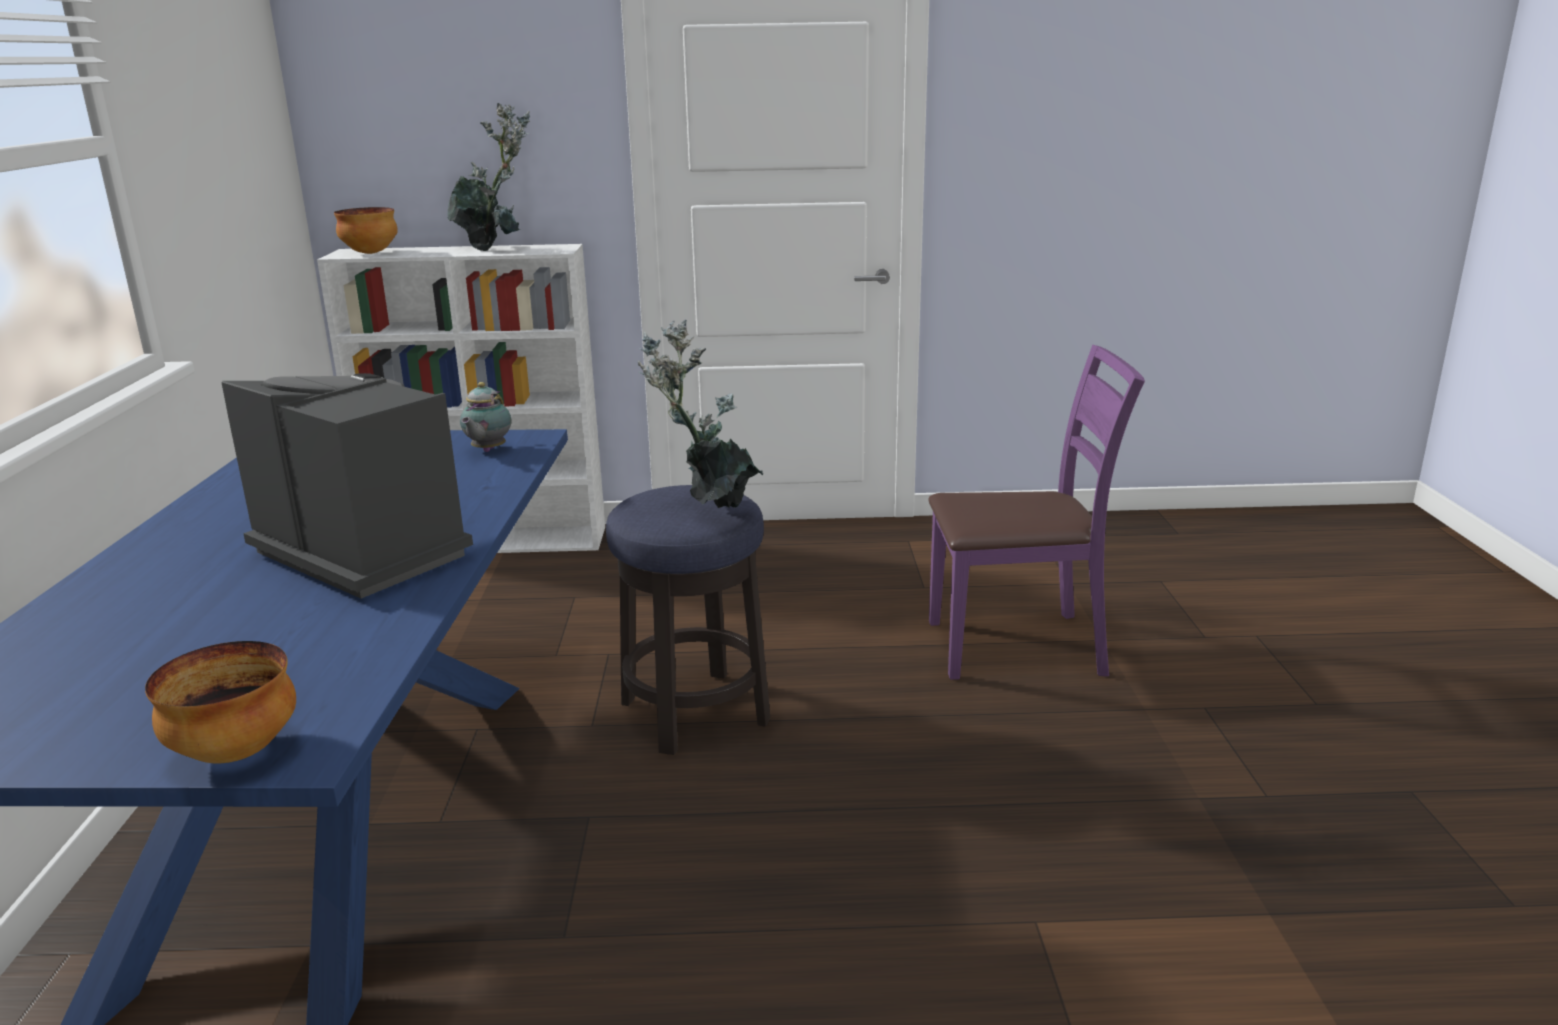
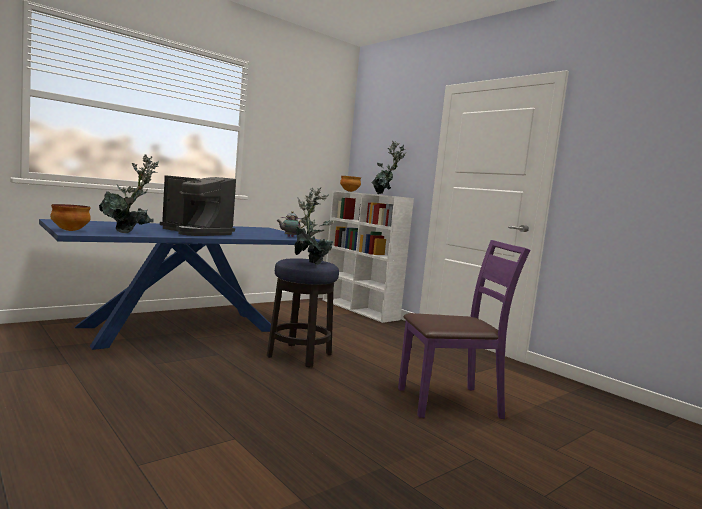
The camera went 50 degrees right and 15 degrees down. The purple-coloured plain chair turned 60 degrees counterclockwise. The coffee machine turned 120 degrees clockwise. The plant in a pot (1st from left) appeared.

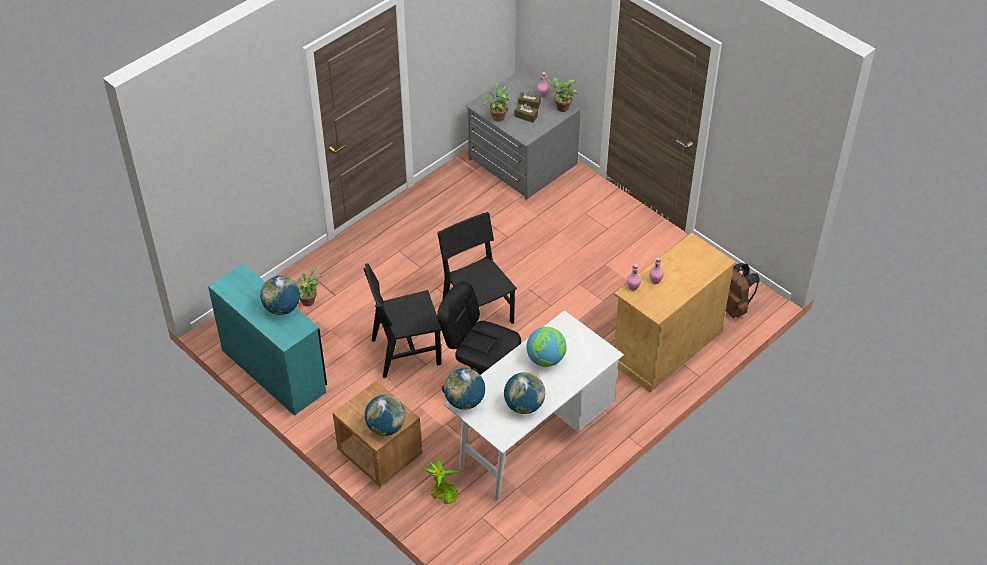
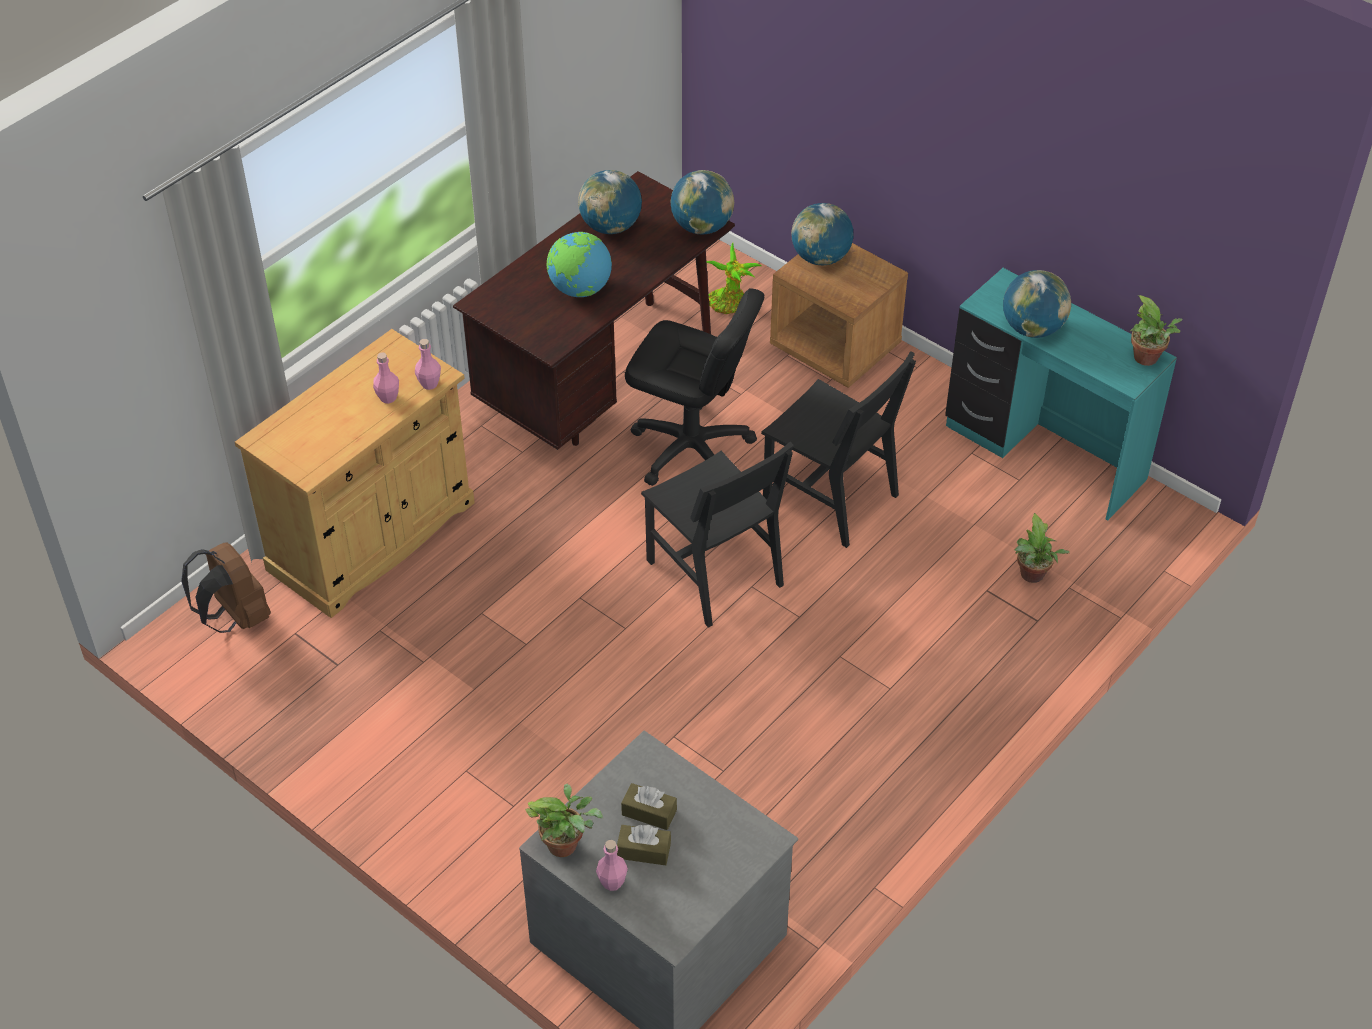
The camera went 175 degrees right and 0 degrees up. The plant in a pot (3rd from left in the first image) moved. The black-coloured plain chair (1st from left in the first image) turned 60 degrees clockwise. The white desk table became the brown desk table.

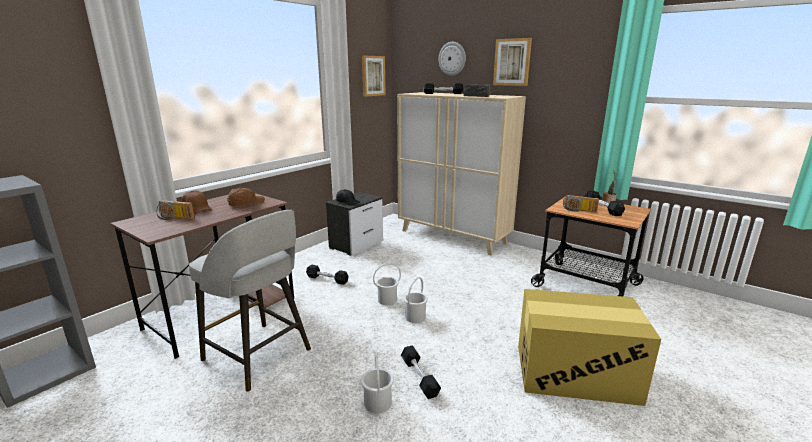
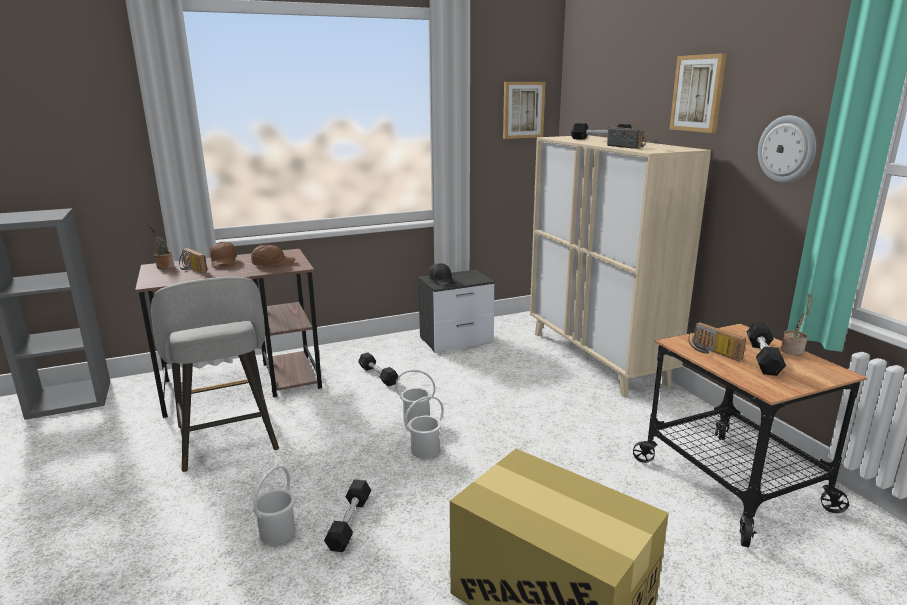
The camera went 30 degrees right and 0 degrees up. The hanging clock moved. The plant in a pot (1st from left) appeared.

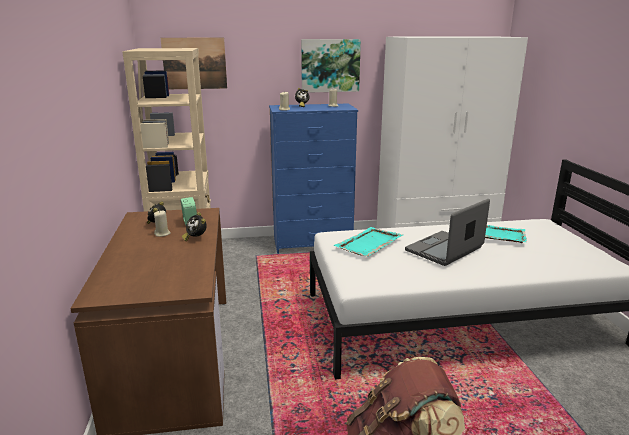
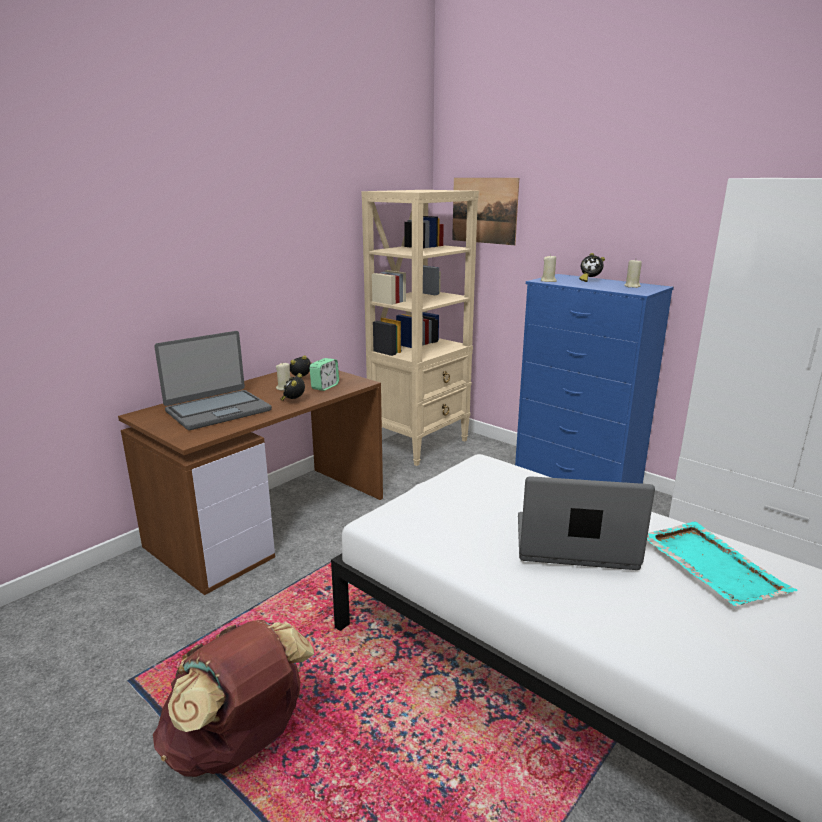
The camera went 50 degrees right and 0 degrees up. The picture (2nd from left) disappeared. The blue-green serving tray (1st from left) disappeared. The portable computer (1st from left) appeared.

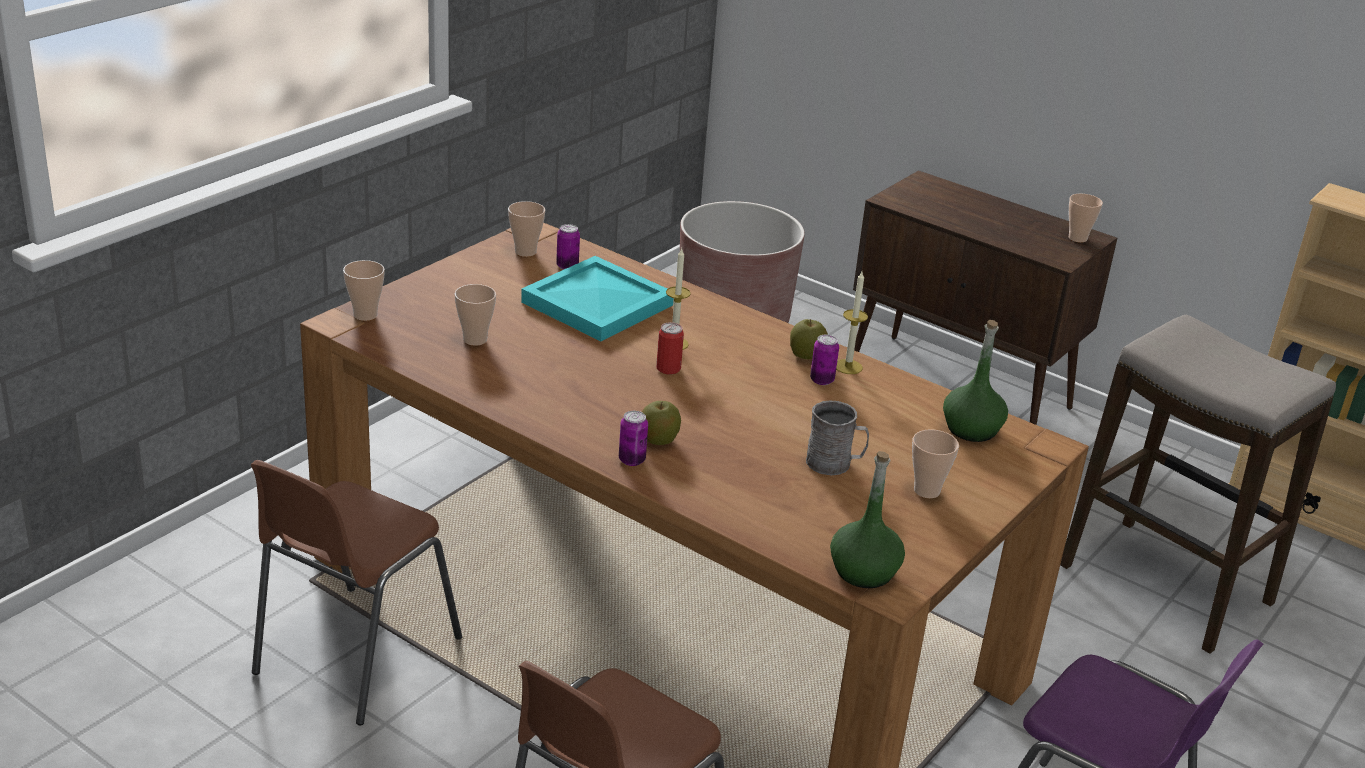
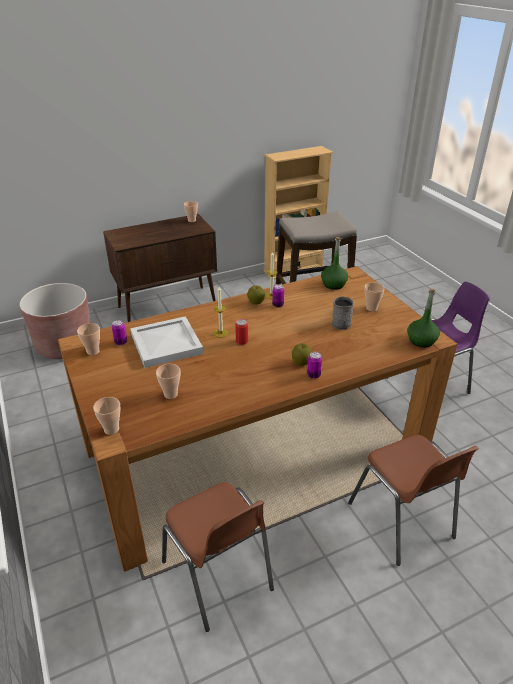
The camera went 60 degrees left and 5 degrees up. The blue-green serving tray became the white serving tray.

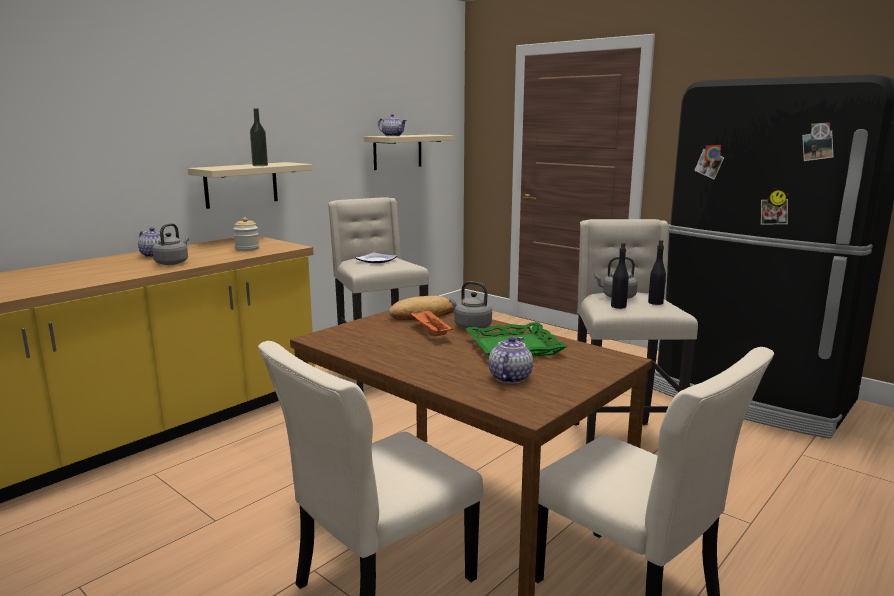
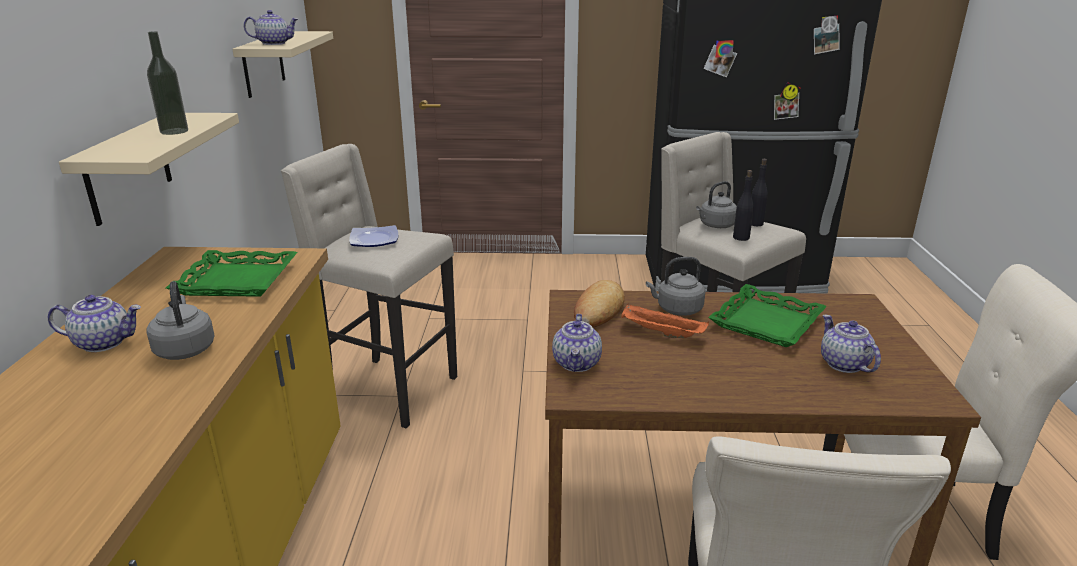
The camera went 40 degrees left and 10 degrees up. The preserve jar was replaced by the green serving tray (1st from left). The pot for tea (3rd from left) appeared.

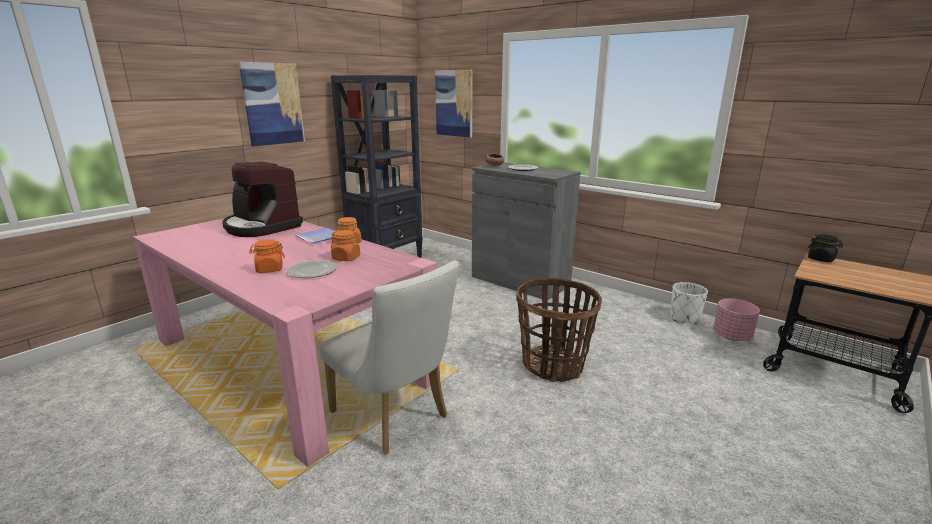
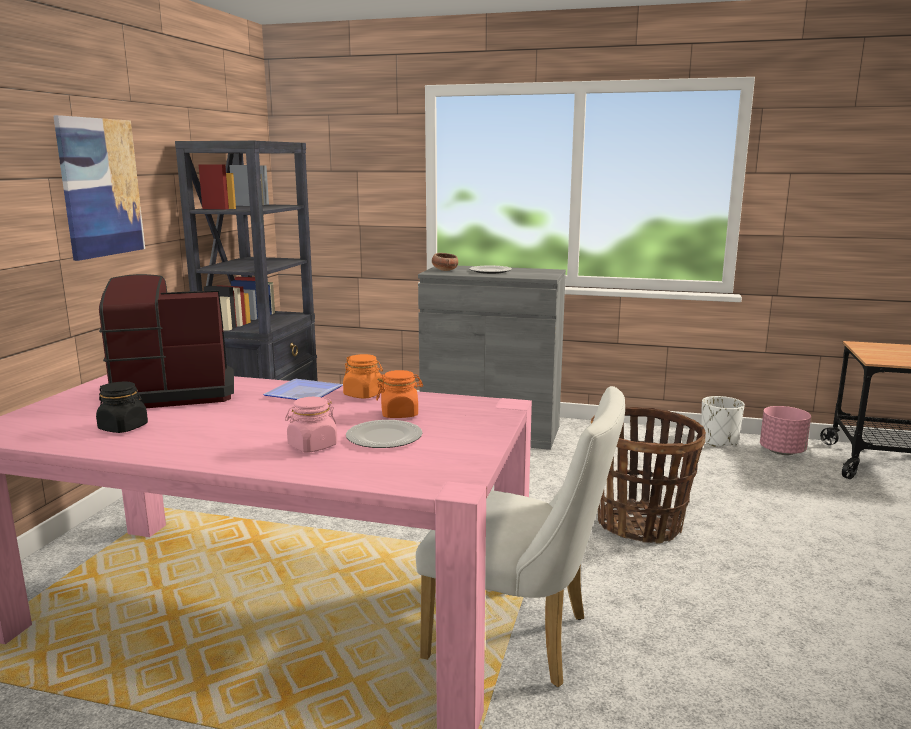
The camera went 25 degrees left and 5 degrees down. The picture (2nd from left) disappeared. The coffee machine turned 150 degrees clockwise. The black-coloured preserve jar moved. The orangey preserve jar (1st from left) became the pink preserve jar.

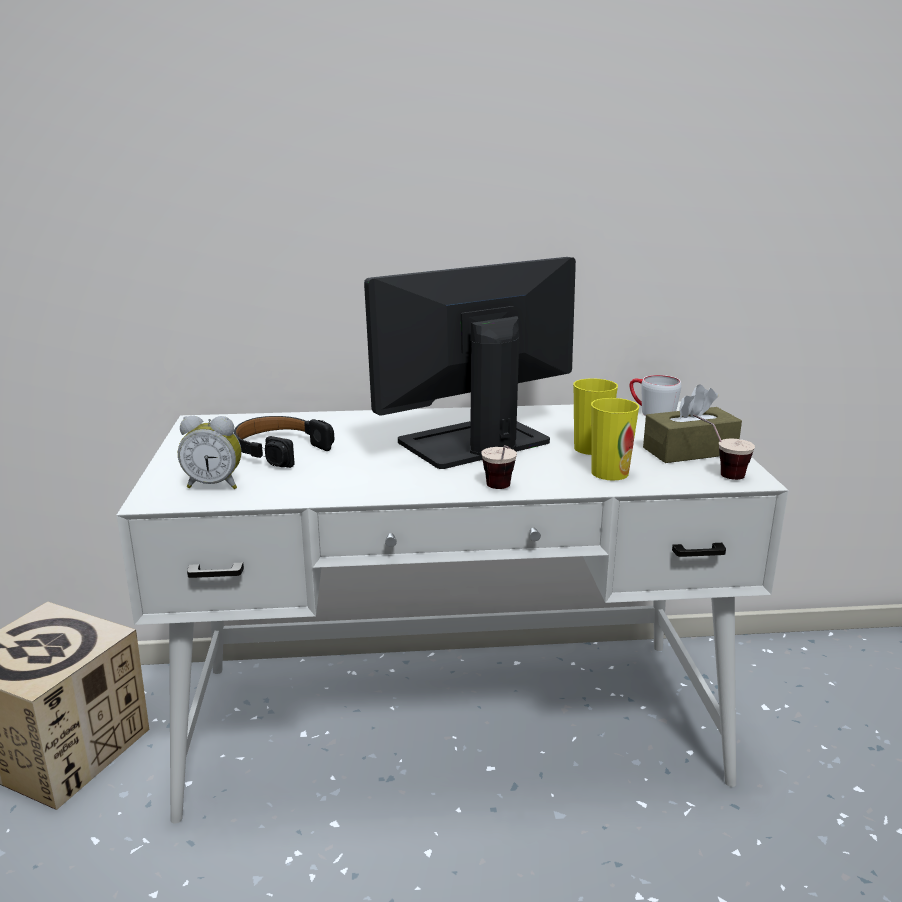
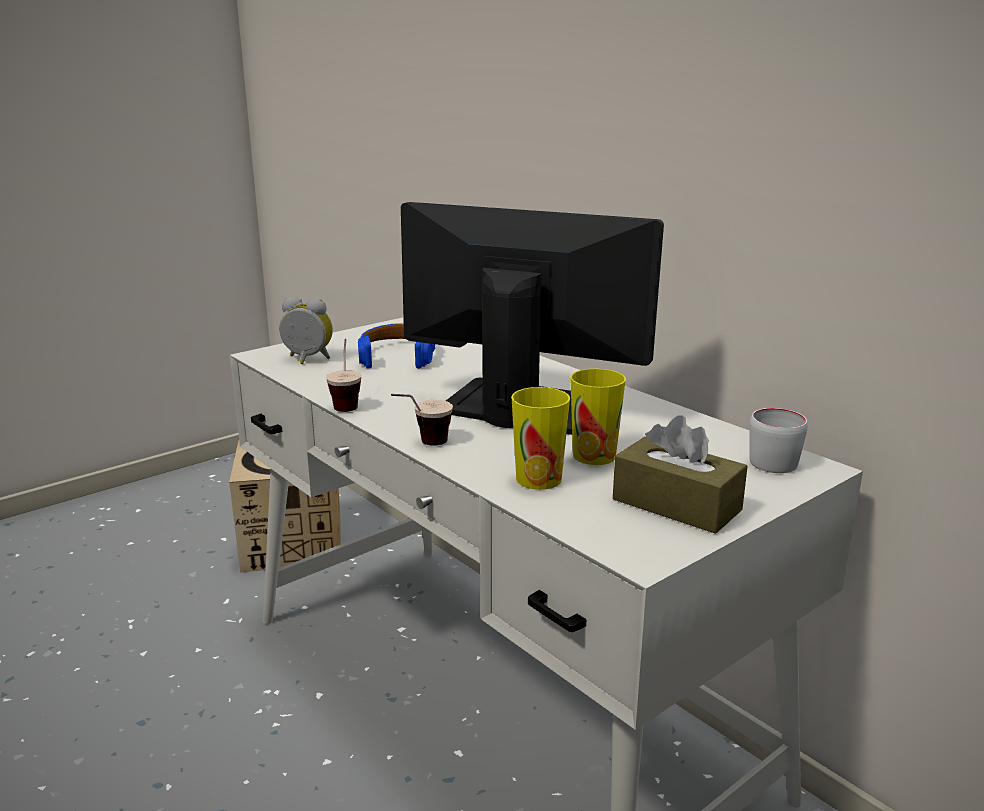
The camera went 55 degrees right and 0 degrees up. The cup (4th from left in the first image) moved. The table clock turned 135 degrees clockwise. The black-coloured pair of headphones became the blue-coloured pair of headphones.

